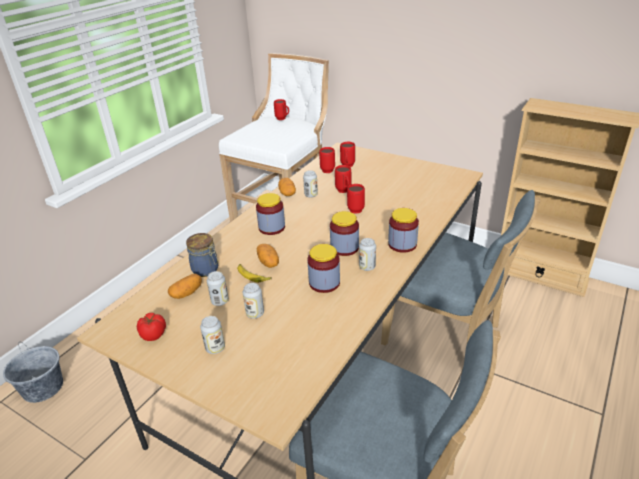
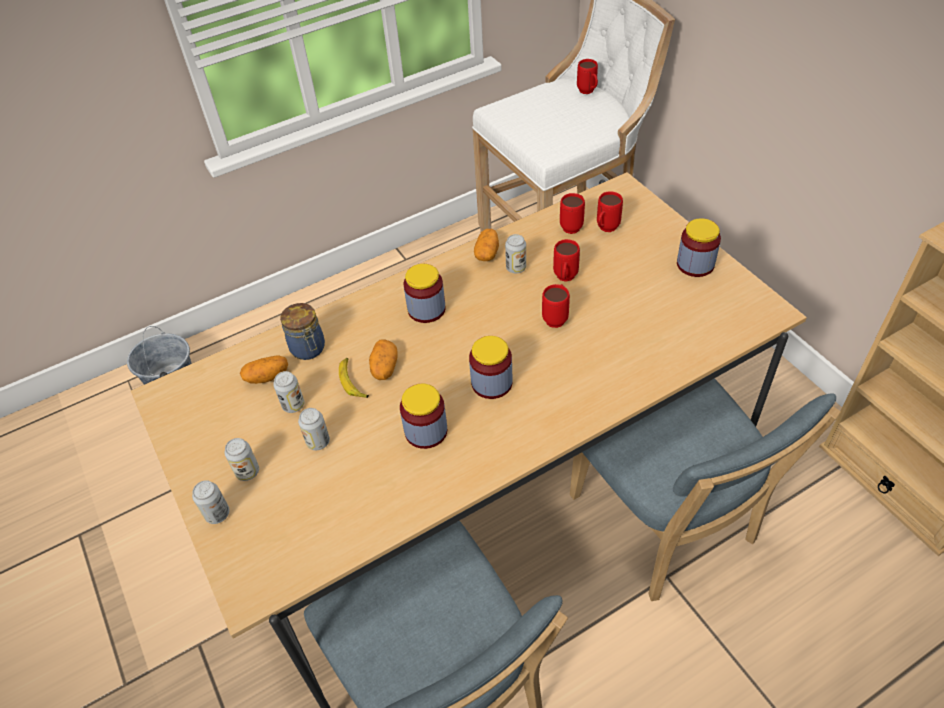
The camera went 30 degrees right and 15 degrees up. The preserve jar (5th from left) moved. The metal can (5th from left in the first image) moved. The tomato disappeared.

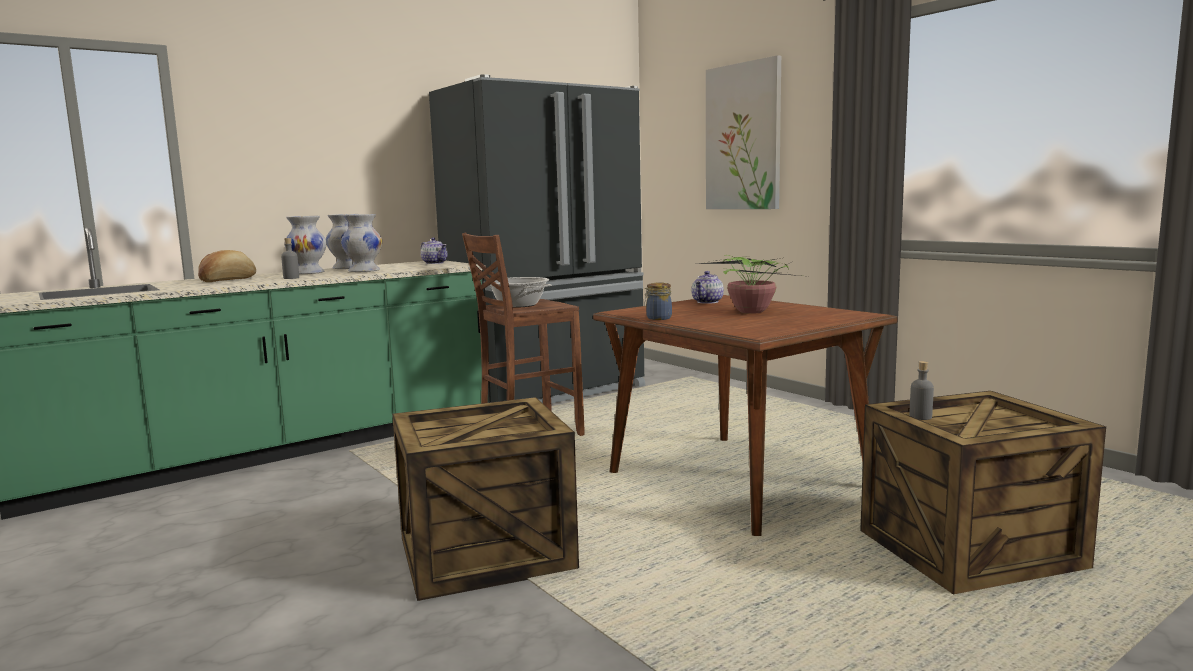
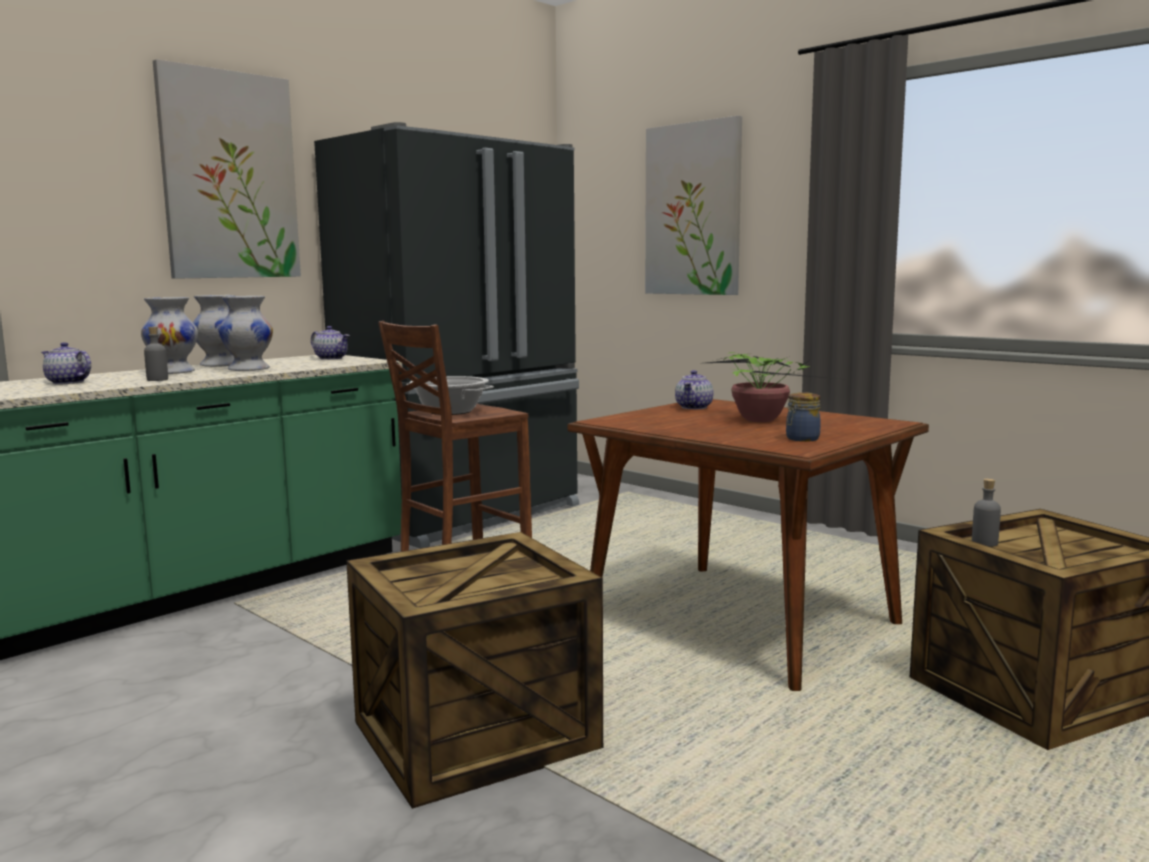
The camera went 10 degrees left and 0 degrees up. The bread was replaced by the pot for tea (1st from left). The preserve jar moved. The picture (1st from left) appeared.

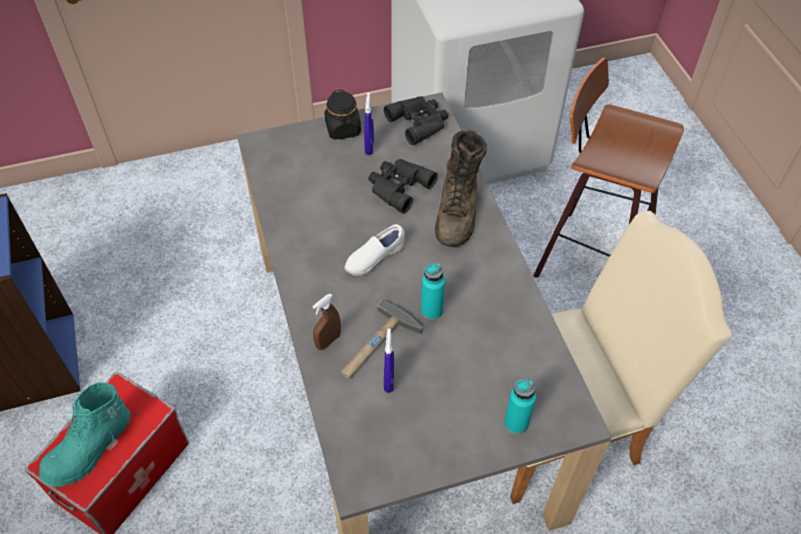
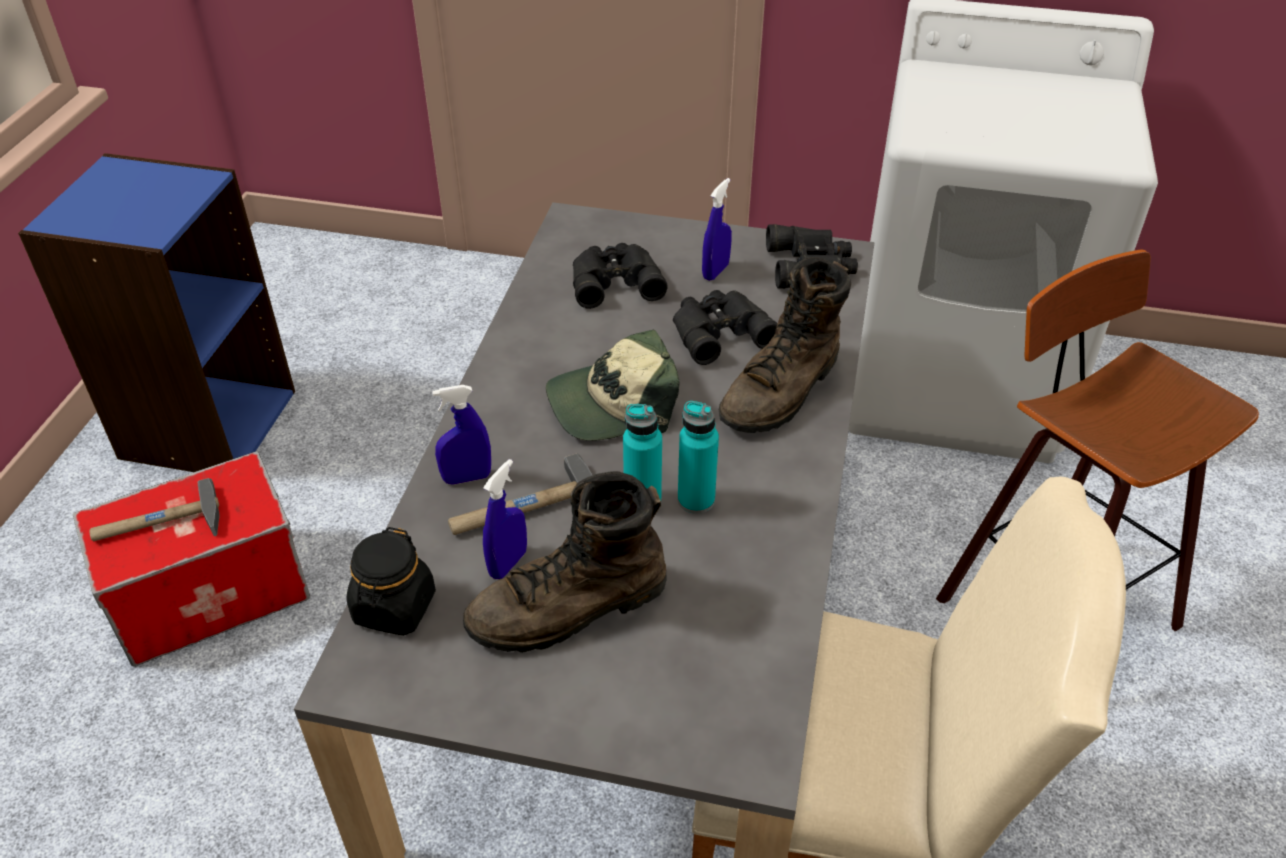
The camera went 30 degrees right and 10 degrees down. The black-coloured preserve jar moved. The white low shoe was replaced by the cap. The brown sprayer became the blue-coloured sprayer (1st from left). The blue-green beverage bottle (2nd from left) moved. The blue-green high-top boot was replaced by the hammer (1st from left). The black-coloured pair of binoculars (1st from left) appeared. The brown high-top boot (1st from left) appeared.

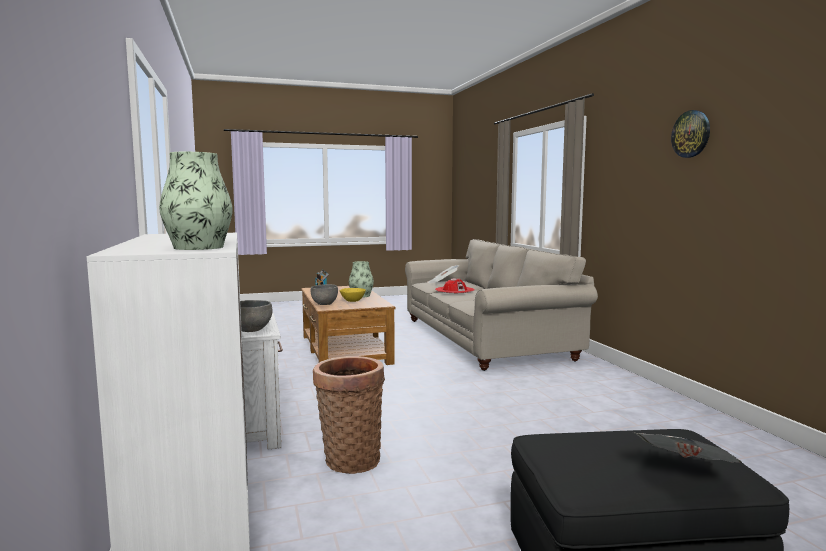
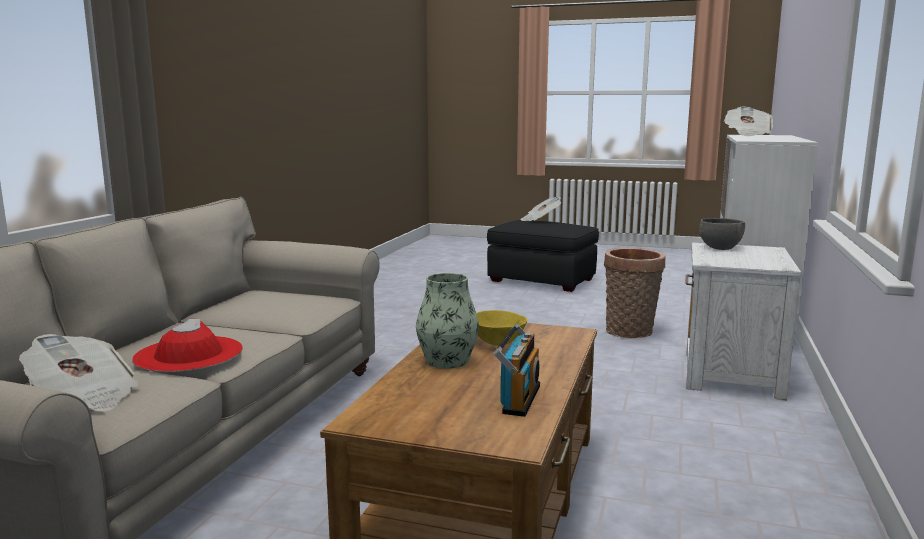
The camera went 145 degrees left and 5 degrees up. The hanging clock disappeared. The vase (1st from left) was replaced by the daily paper (3rd from left). The grey deep dish (2nd from left) disappeared.

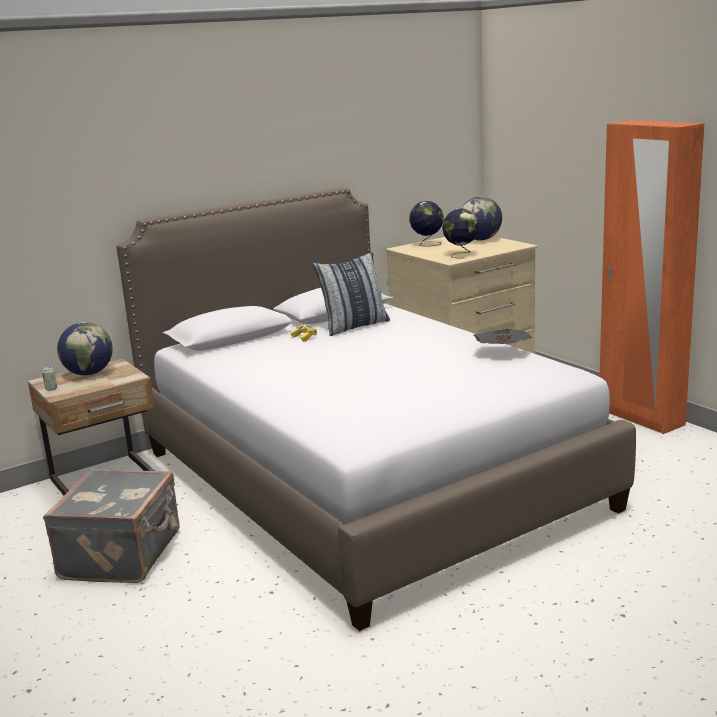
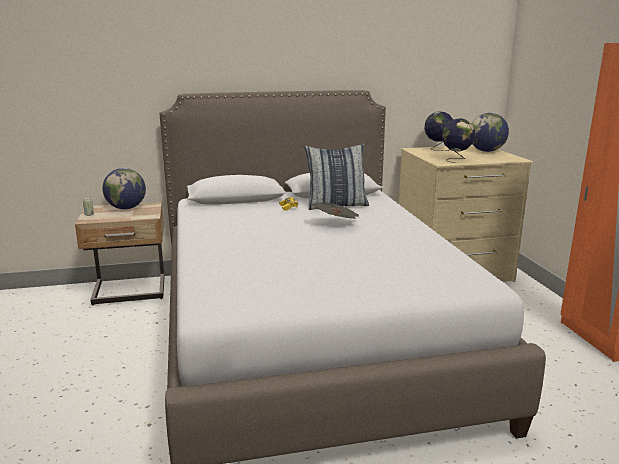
The camera went 20 degrees right and 0 degrees up. The daily paper moved. The grey suitcase disappeared.

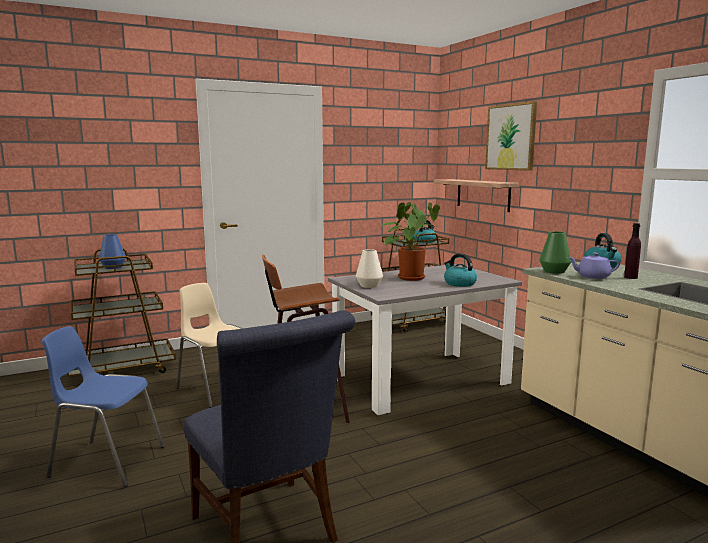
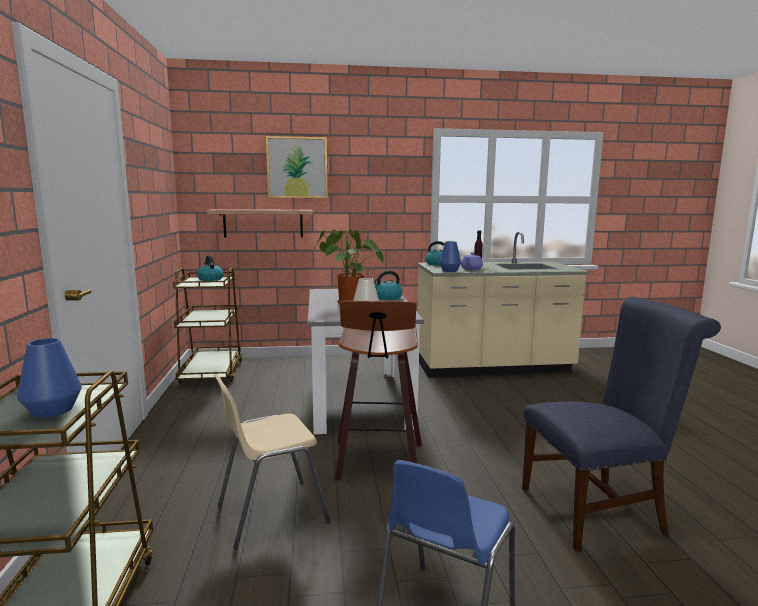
The camera went 70 degrees left and 0 degrees up. The green vase became the blue-coloured vase (2nd from left).

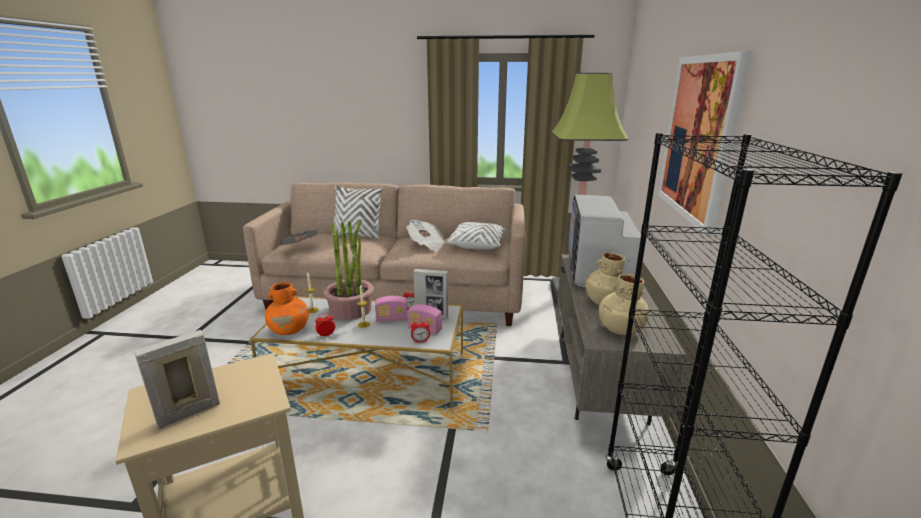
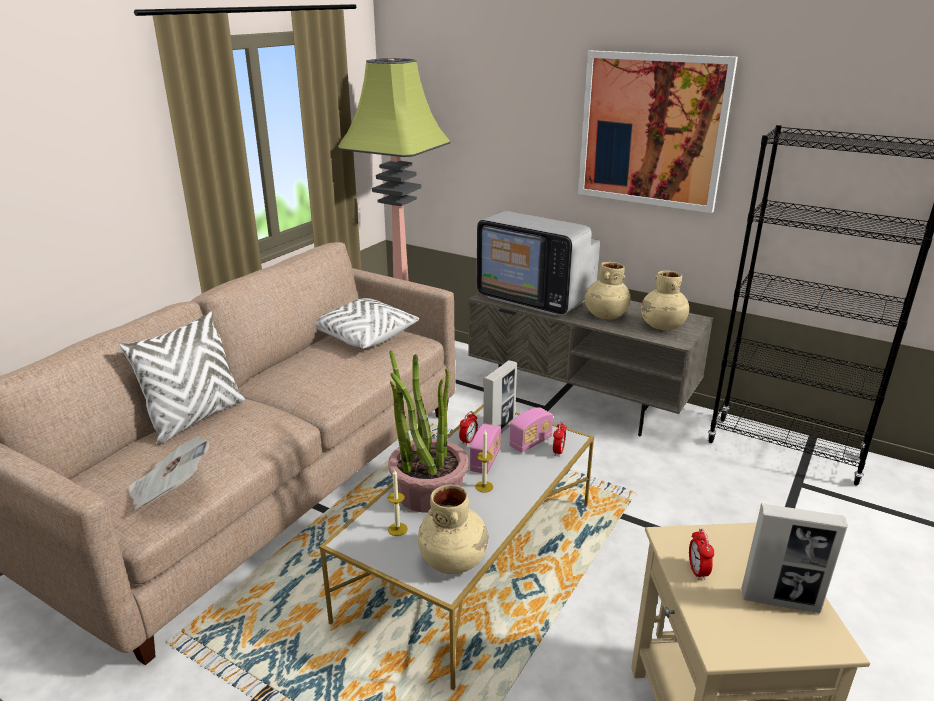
The camera went 65 degrees left and 5 degrees up. The daily paper (2nd from left) disappeared. The orangey vase became the beige vase (1st from left). The table clock (1st from left in the first image) moved. The photo frame (1st from left in the first image) turned 60 degrees counterclockwise.

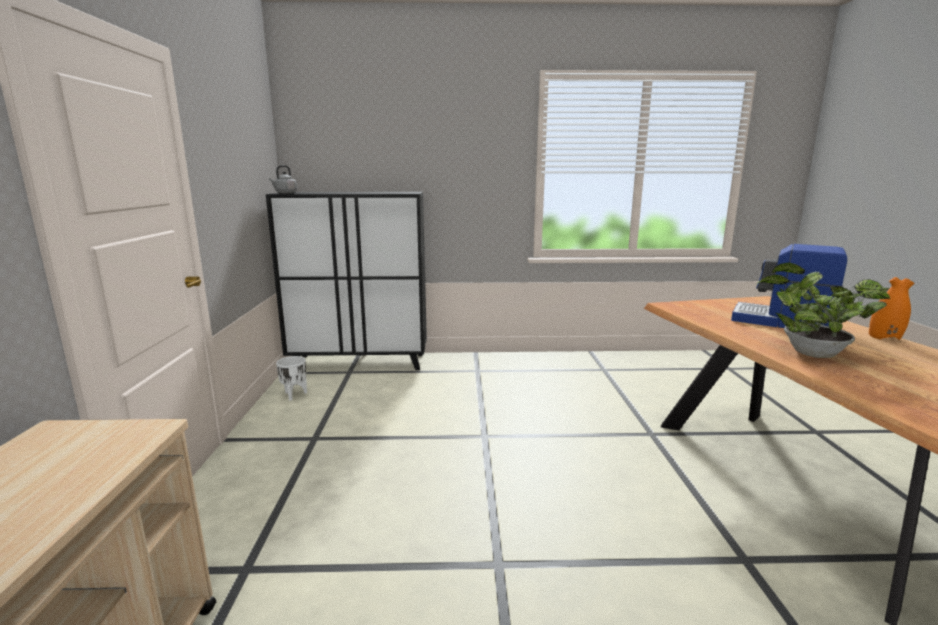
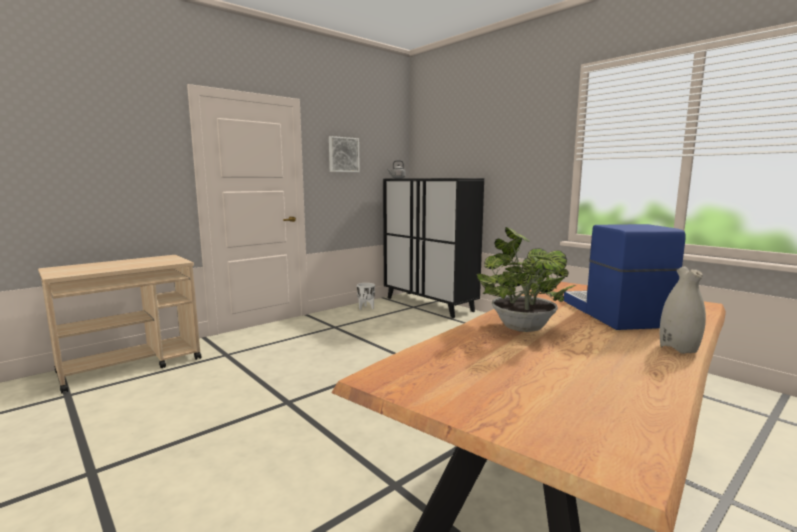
The camera went 50 degrees right and 5 degrees down. The orangey vase became the white vase. The picture appeared.

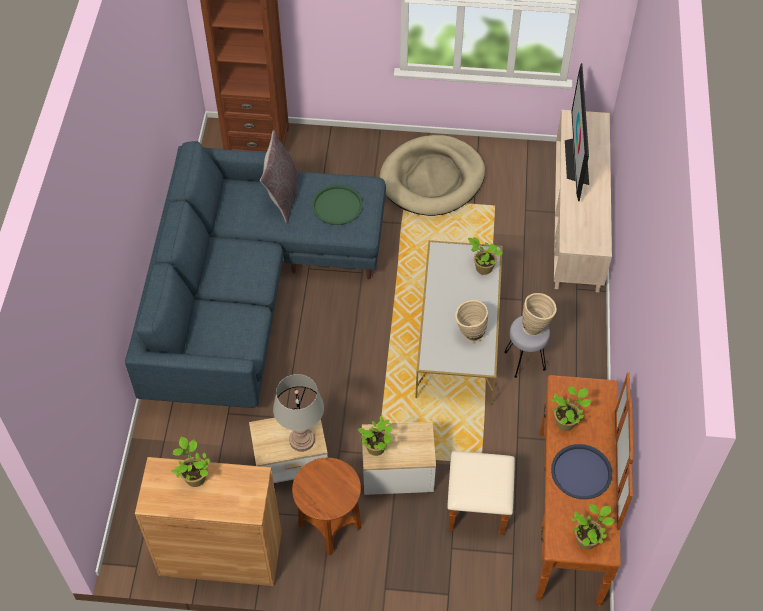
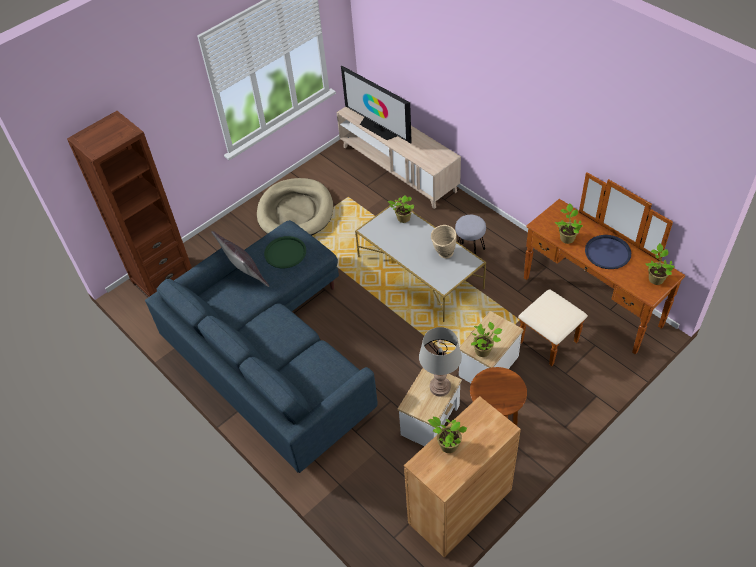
The camera went 45 degrees left and 5 degrees down. The beige vase (2nd from left) disappeared.

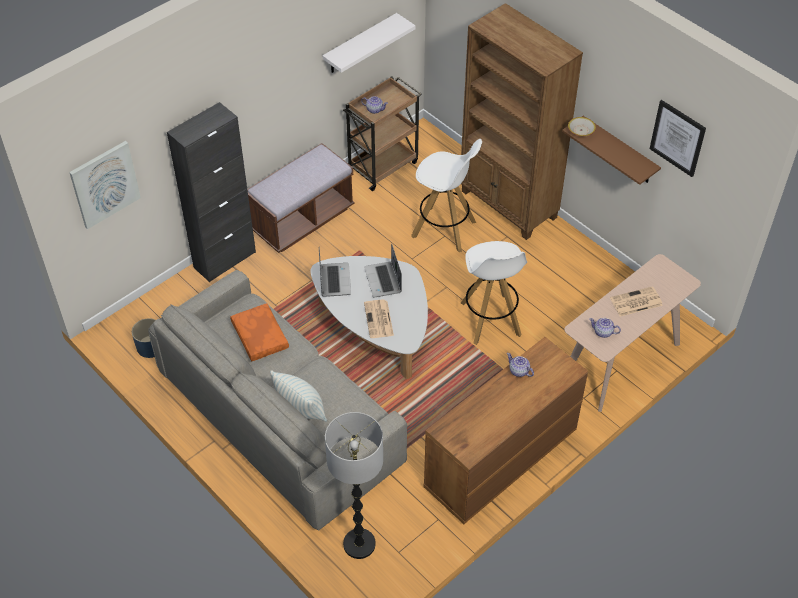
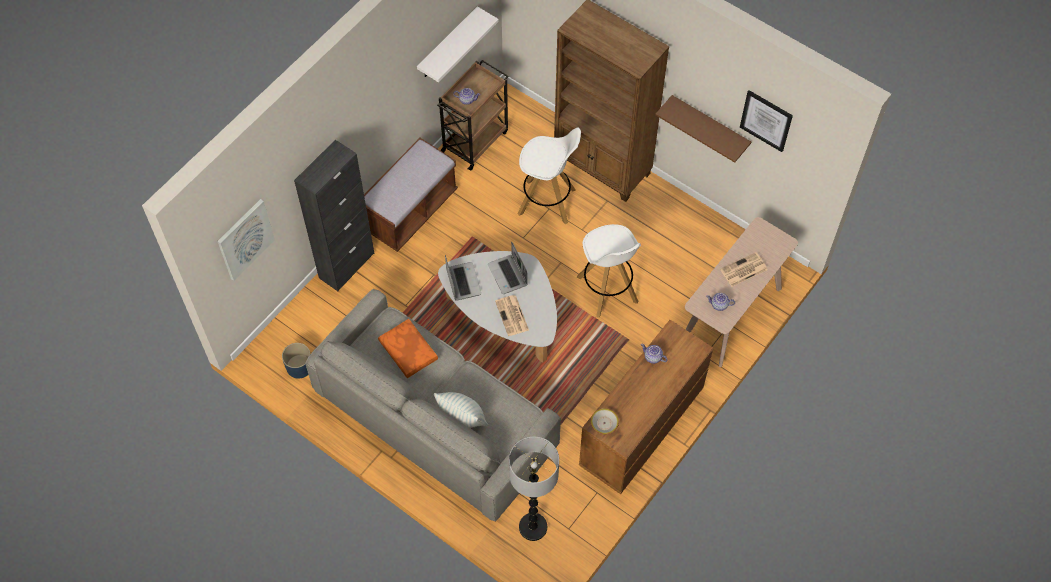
The camera went 10 degrees left and 10 degrees up. The deep dish moved.

